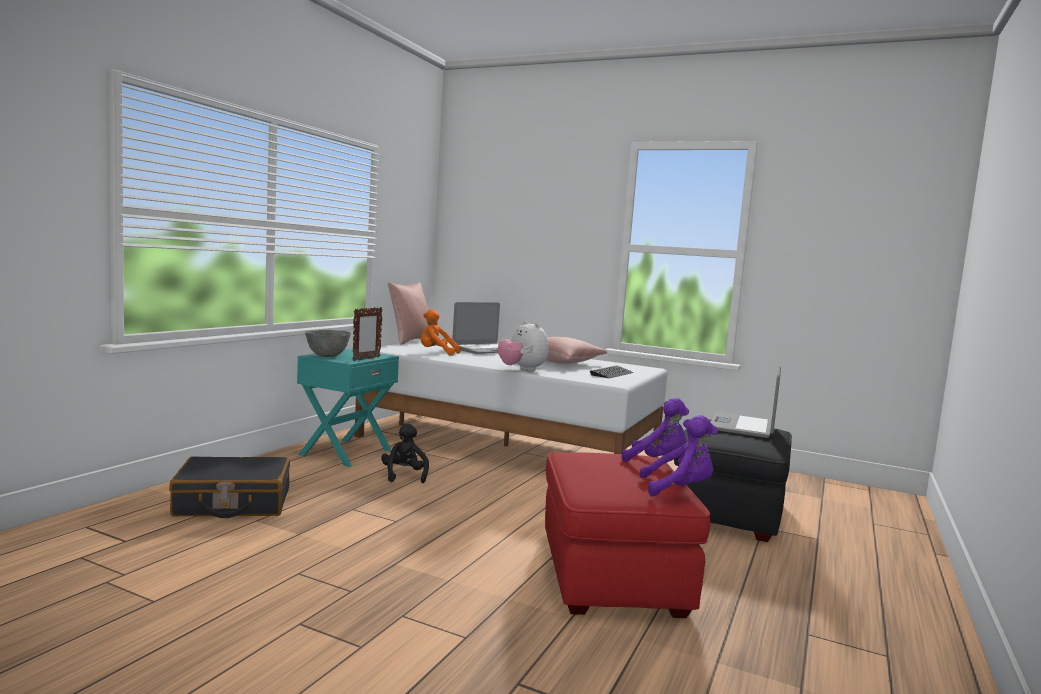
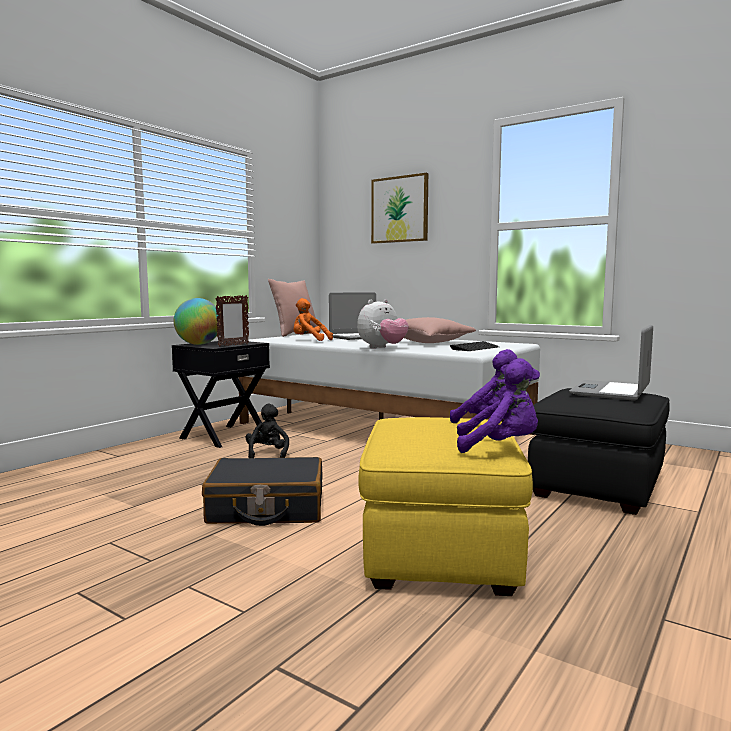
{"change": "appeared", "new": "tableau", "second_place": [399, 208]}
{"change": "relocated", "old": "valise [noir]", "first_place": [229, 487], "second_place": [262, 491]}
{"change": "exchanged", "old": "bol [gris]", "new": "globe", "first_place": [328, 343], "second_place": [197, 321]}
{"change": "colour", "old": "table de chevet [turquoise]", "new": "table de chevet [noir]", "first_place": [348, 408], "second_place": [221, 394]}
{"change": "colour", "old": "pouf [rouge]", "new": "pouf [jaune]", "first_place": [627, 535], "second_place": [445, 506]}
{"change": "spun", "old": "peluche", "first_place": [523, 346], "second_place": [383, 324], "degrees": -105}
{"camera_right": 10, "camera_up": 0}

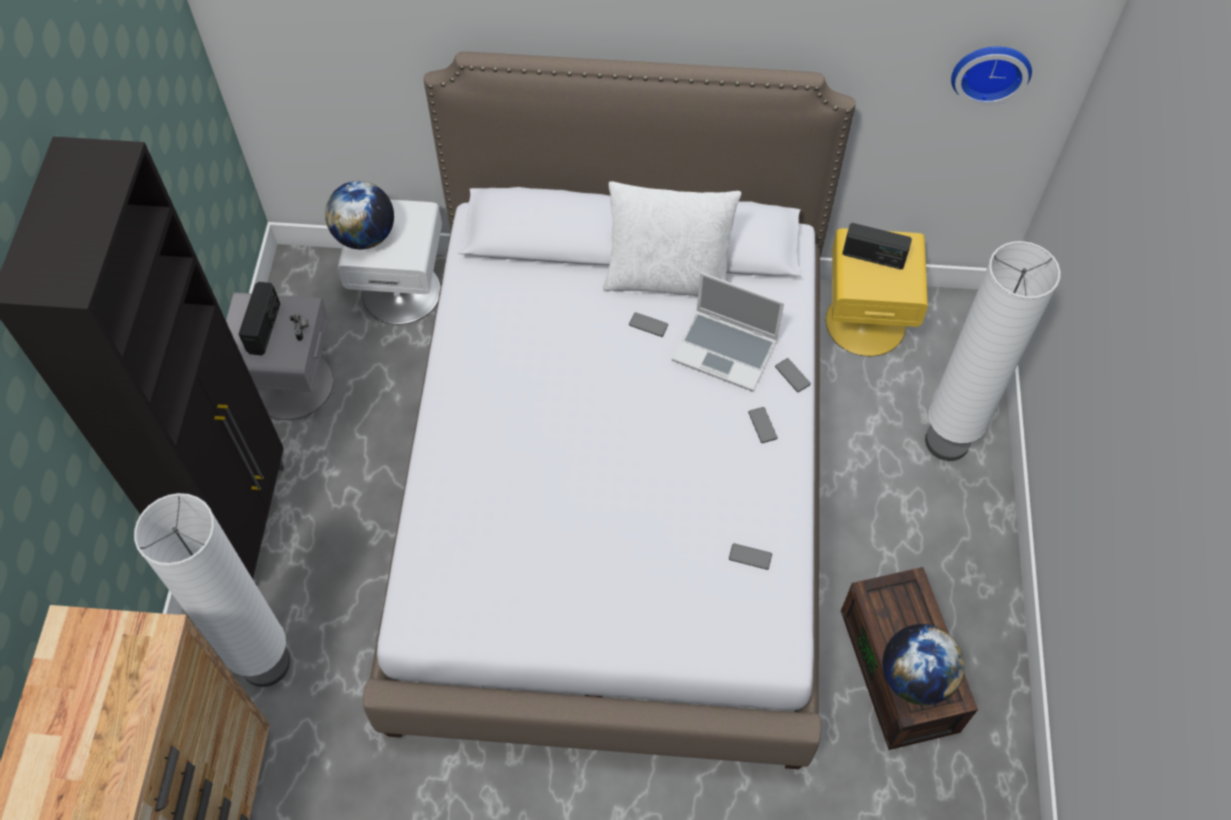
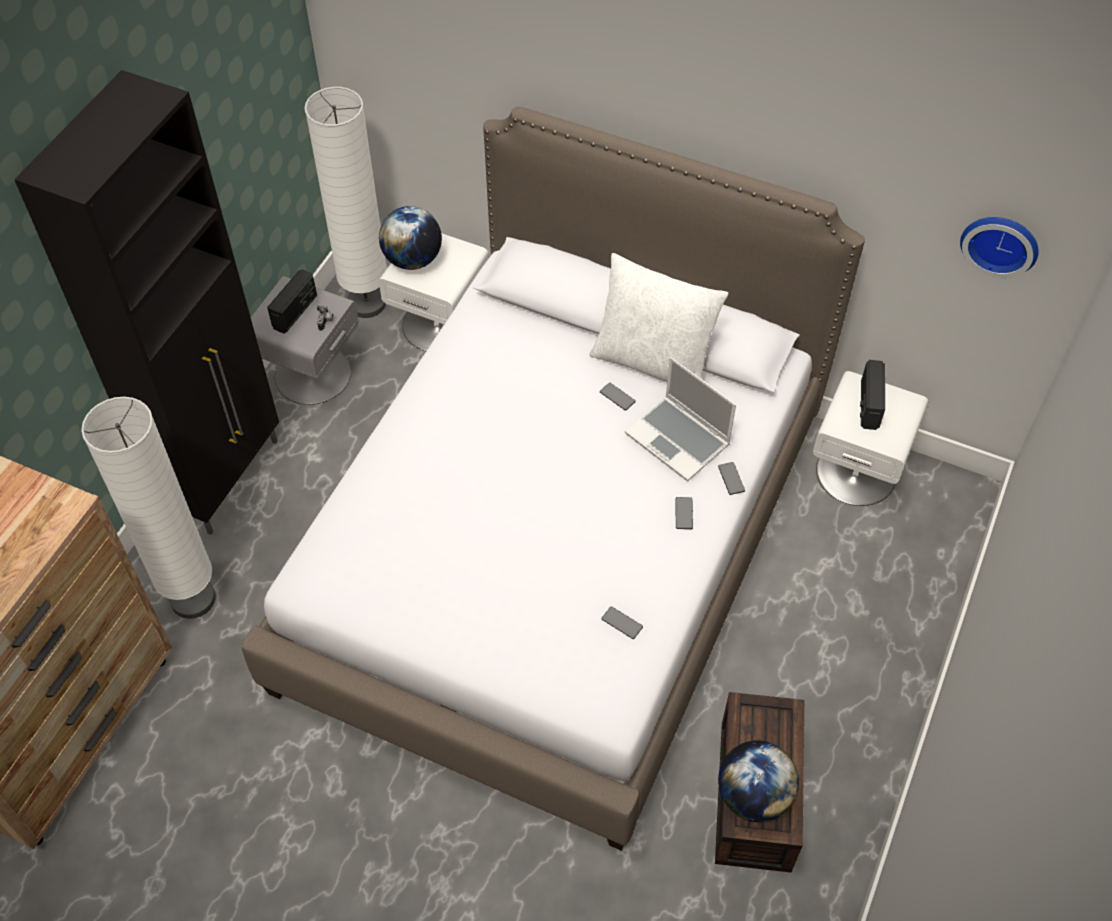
{"change": "relocated", "old": "lampadaire [blanc]", "first_place": [993, 351], "second_place": [345, 202]}
{"change": "colour", "old": "table de chevet [jaune]", "new": "table de chevet [blanc]", "first_place": [877, 292], "second_place": [870, 438]}
{"change": "spun", "old": "radio", "first_place": [877, 246], "second_place": [872, 395], "degrees": 60}
{"camera_right": 20, "camera_up": -5}

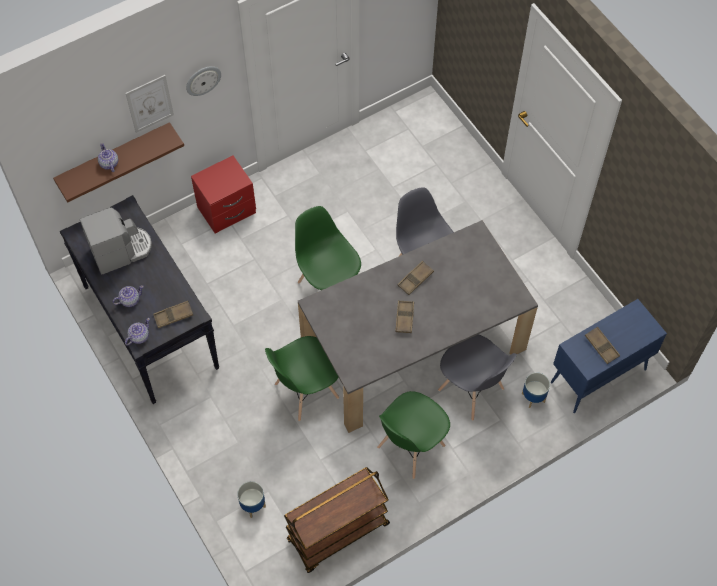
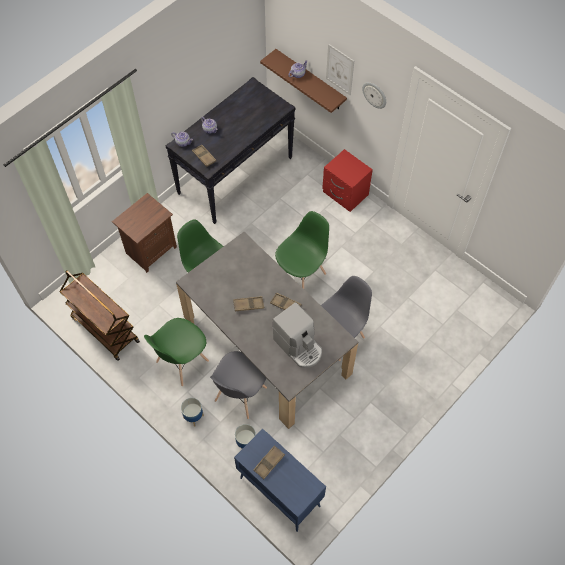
{"change": "appeared", "new": "table de chevet [marron]", "second_place": [144, 233]}
{"change": "relocated", "old": "machine à café", "first_place": [116, 240], "second_place": [297, 335]}
{"change": "relocated", "old": "cache-pot", "first_place": [251, 499], "second_place": [192, 412]}
{"change": "spun", "old": "chaise [vert]", "first_place": [413, 435], "second_place": [176, 352], "degrees": -75}
{"camera_right": 75, "camera_up": 0}

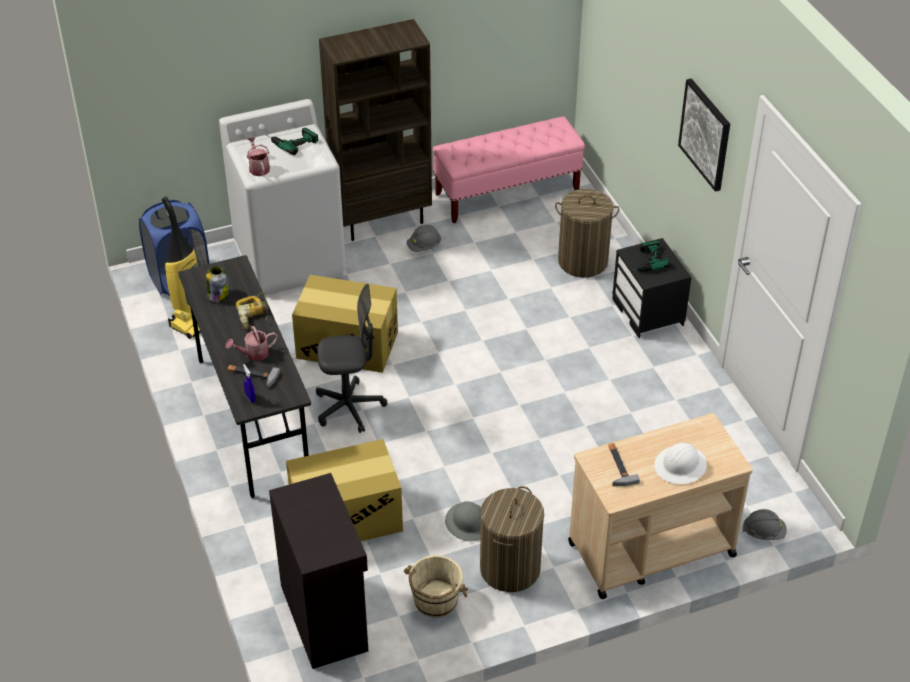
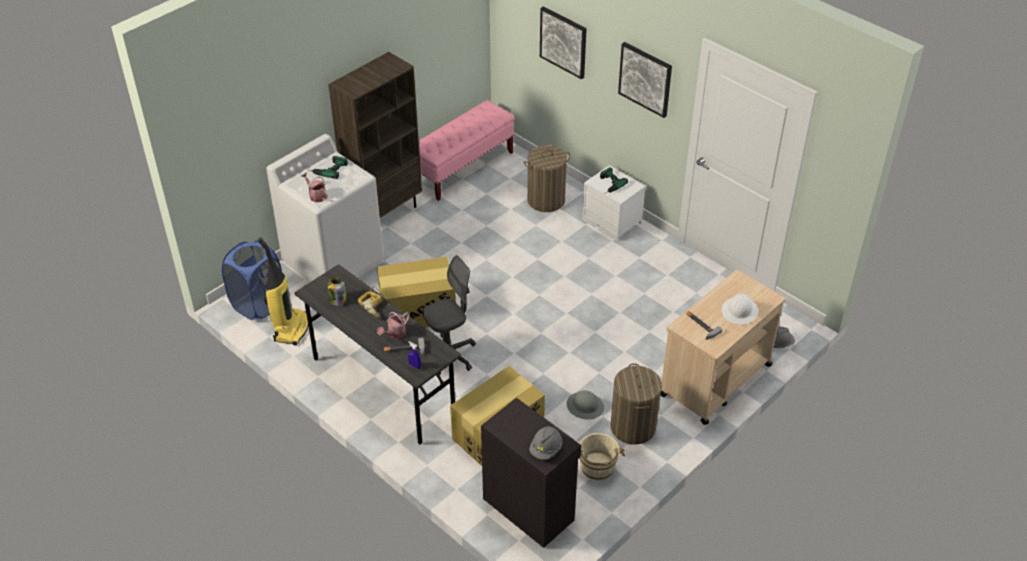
{"change": "appeared", "new": "tableau", "second_place": [563, 43]}
{"change": "relocated", "old": "casque de chantier [gris]", "first_place": [423, 238], "second_place": [545, 443]}
{"change": "colour", "old": "table de chevet [noir]", "new": "table de chevet [blanc]", "first_place": [651, 288], "second_place": [614, 203]}
{"camera_right": -25, "camera_up": 0}

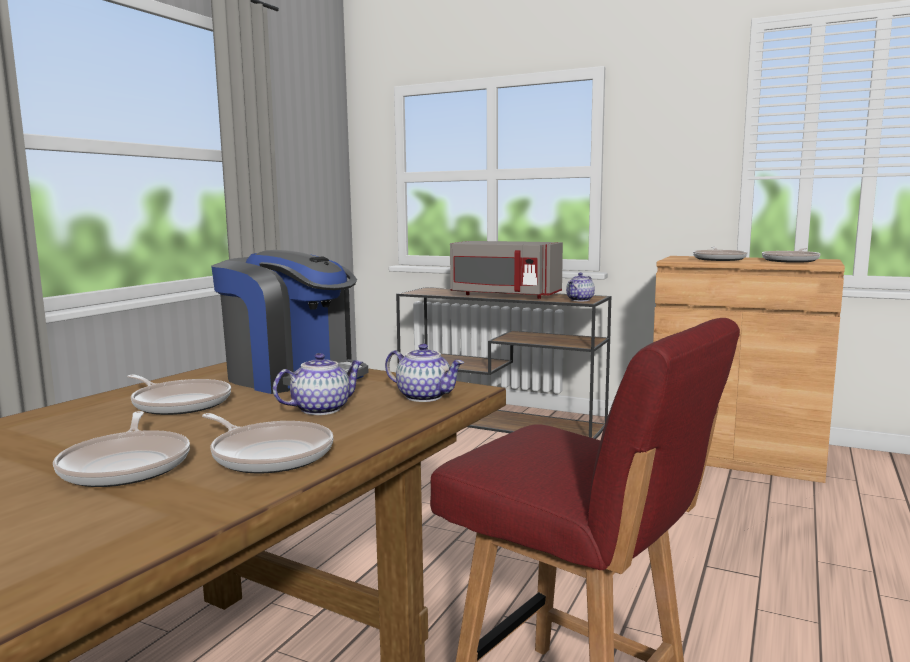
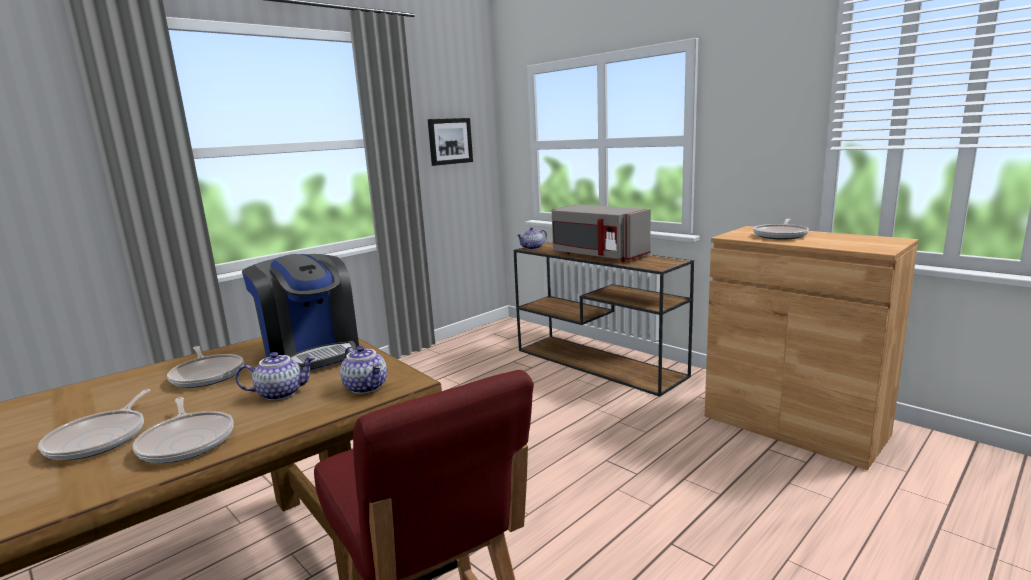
{"change": "missing", "old": "poêle", "first_place": [791, 255]}
{"change": "appeared", "new": "tableau", "second_place": [450, 142]}
{"change": "relocated", "old": "théière", "first_place": [580, 287], "second_place": [532, 238]}
{"camera_right": 20, "camera_up": 5}

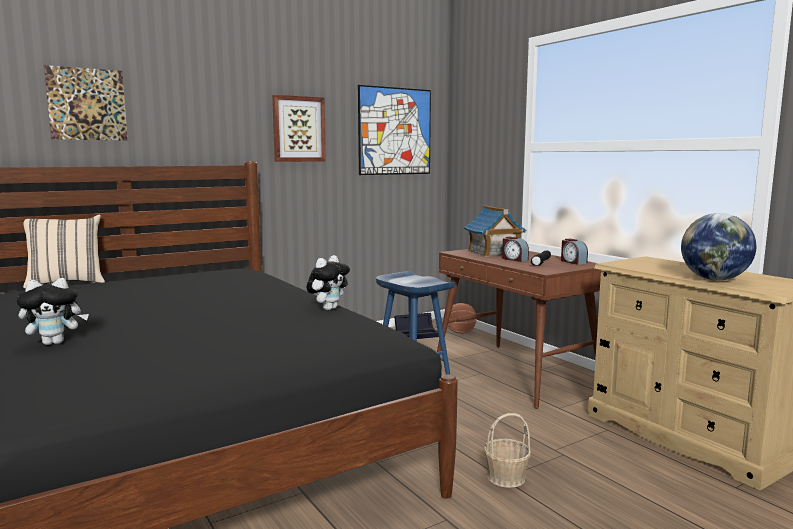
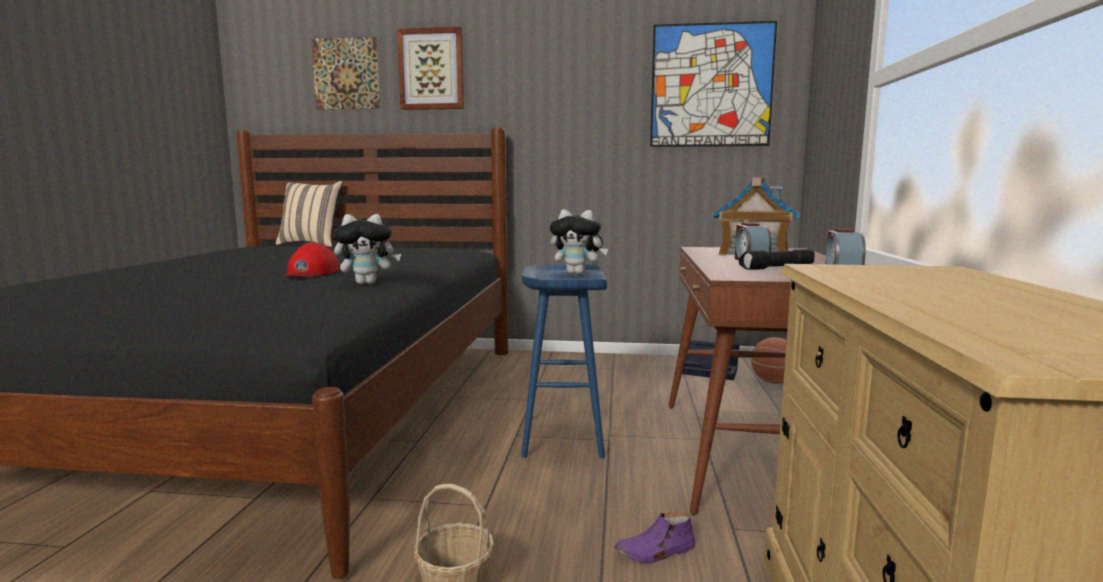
{"change": "missing", "old": "globe", "first_place": [718, 246]}
{"change": "appeared", "new": "casquette [rouge]", "second_place": [311, 260]}
{"change": "appeared", "new": "chaussure [violet]", "second_place": [654, 537]}
{"change": "relocated", "old": "peluche", "first_place": [52, 311], "second_place": [579, 241]}
{"change": "relocated", "old": "tableau", "first_place": [299, 128], "second_place": [430, 68]}
{"camera_right": 40, "camera_up": 0}

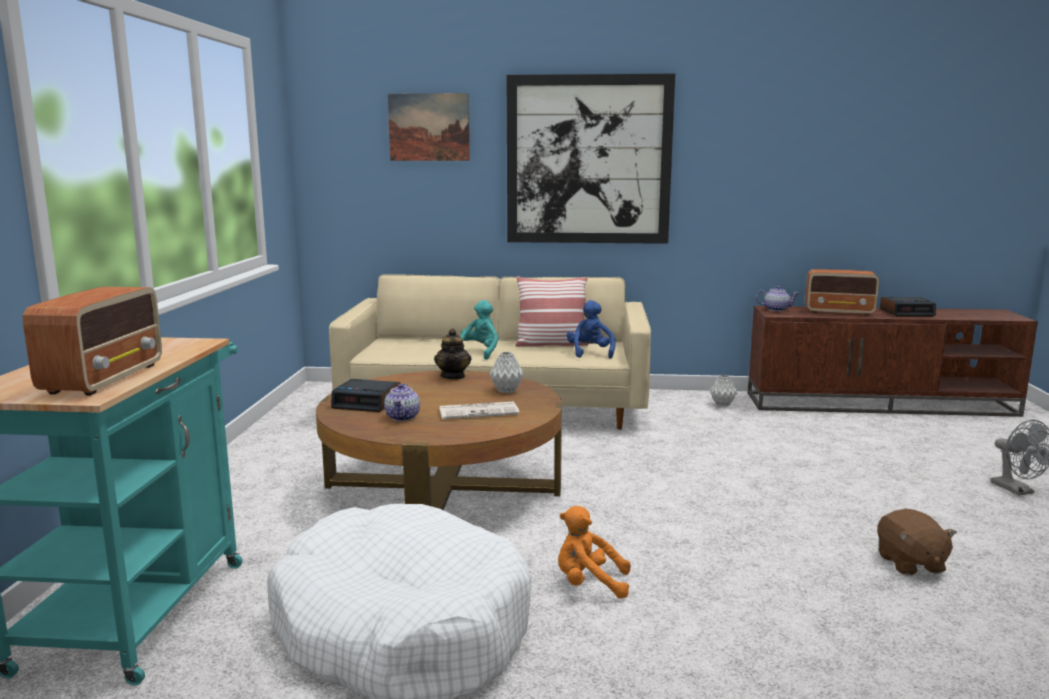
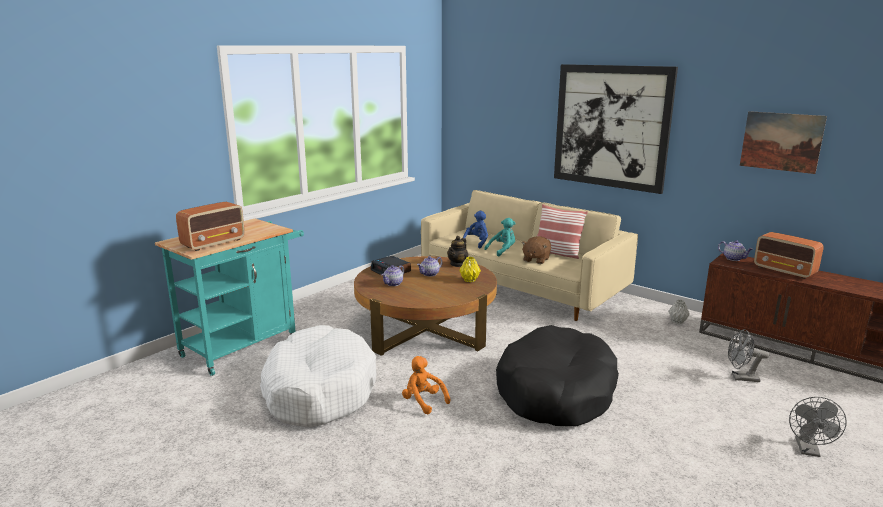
{"change": "missing", "old": "journal", "first_place": [479, 410]}
{"change": "missing", "old": "réveil", "first_place": [908, 307]}
{"change": "appeared", "new": "théière", "second_place": [429, 266]}
{"change": "appeared", "new": "panier pour chien [noir]", "second_place": [557, 375]}
{"change": "appeared", "new": "ventilateur [gris]", "second_place": [748, 355]}
{"change": "relocated", "old": "tableau", "first_place": [429, 127], "second_place": [783, 142]}
{"change": "relocated", "old": "peluche [bleu]", "first_place": [591, 329], "second_place": [475, 230]}
{"change": "relocated", "old": "peluche [marron]", "first_place": [917, 542], "second_place": [536, 250]}
{"change": "colour", "old": "vase [gris]", "new": "vase [jaune]", "first_place": [507, 372], "second_place": [470, 269]}
{"camera_right": 35, "camera_up": 5}

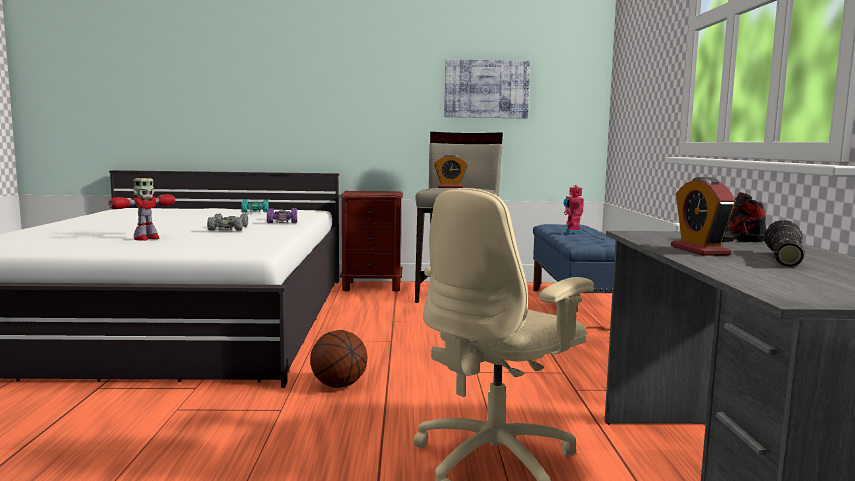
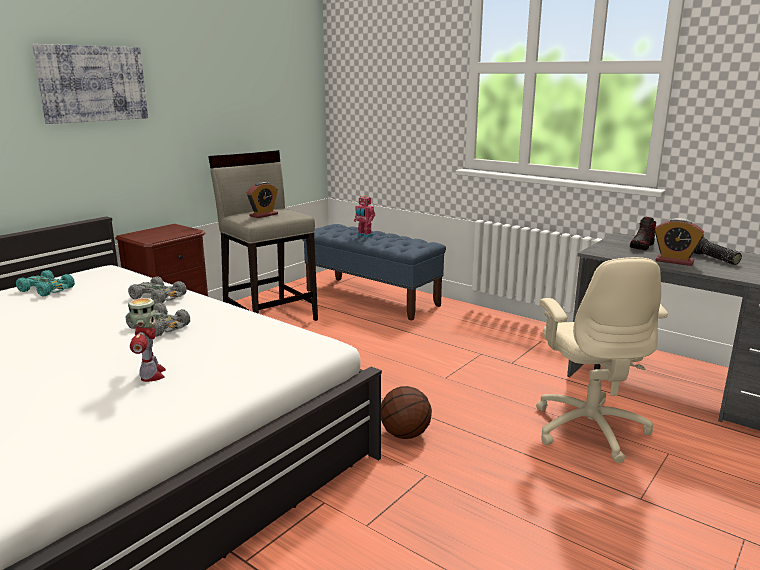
{"change": "relocated", "old": "tableau", "first_place": [487, 89], "second_place": [90, 84]}
{"change": "colour", "old": "petite voiture [violet]", "new": "petite voiture [gris]", "first_place": [282, 215], "second_place": [157, 290]}
{"camera_right": -50, "camera_up": 10}

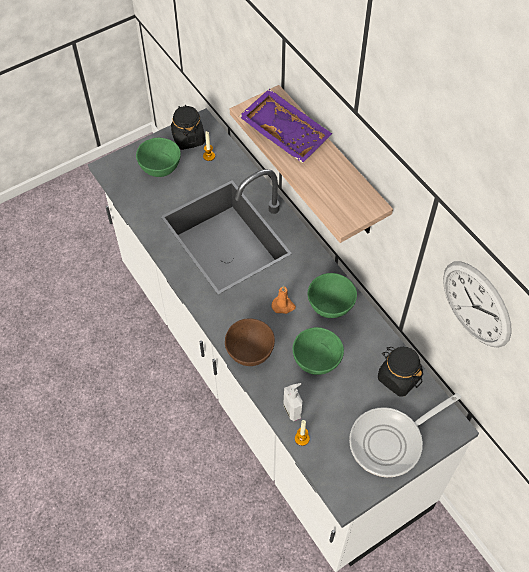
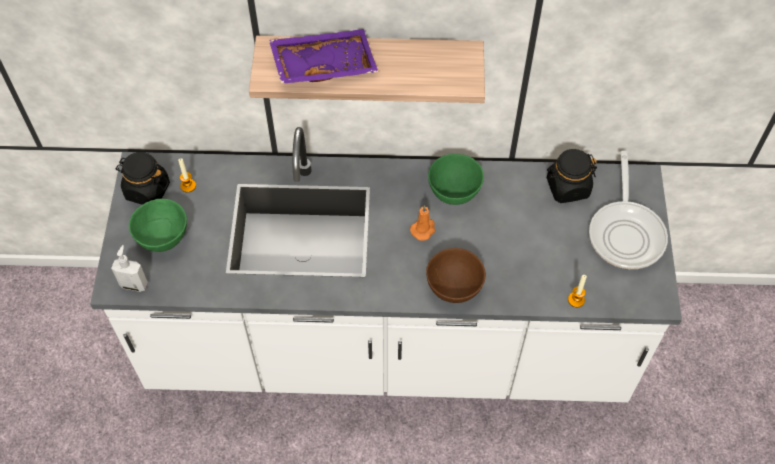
{"change": "missing", "old": "bol [vert]", "first_place": [318, 351]}
{"change": "missing", "old": "horloge murale", "first_place": [477, 304]}
{"change": "relocated", "old": "distributeur de savon", "first_place": [292, 402], "second_place": [129, 268]}
{"camera_right": -55, "camera_up": 0}

